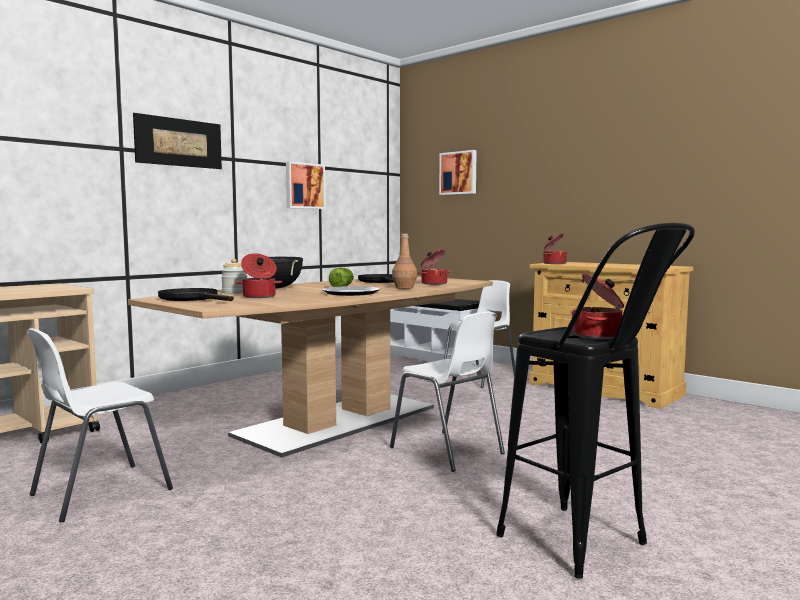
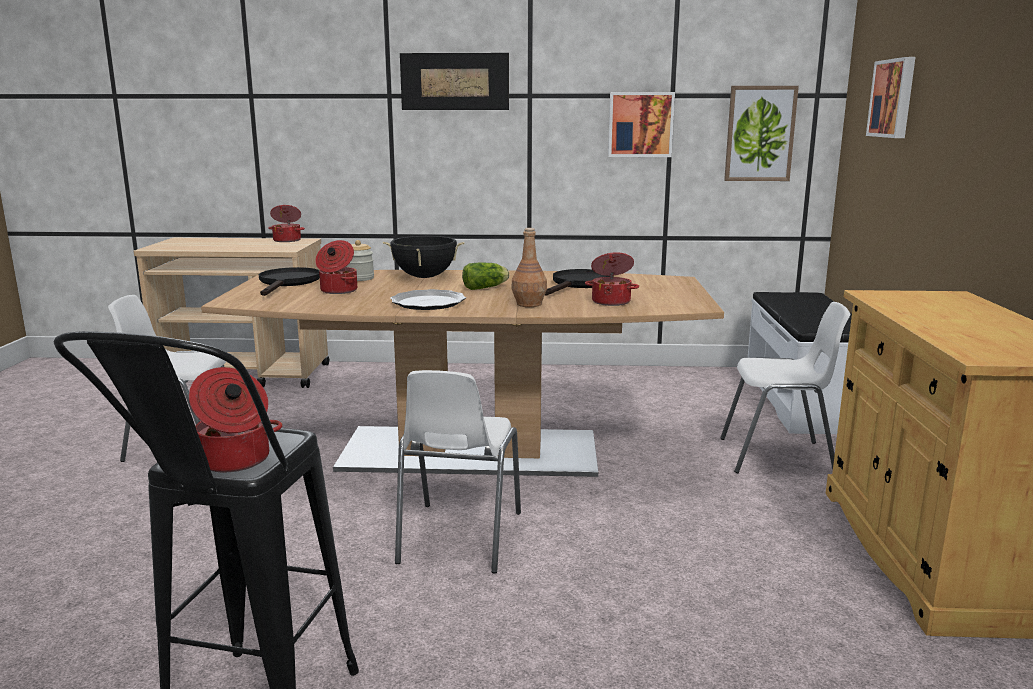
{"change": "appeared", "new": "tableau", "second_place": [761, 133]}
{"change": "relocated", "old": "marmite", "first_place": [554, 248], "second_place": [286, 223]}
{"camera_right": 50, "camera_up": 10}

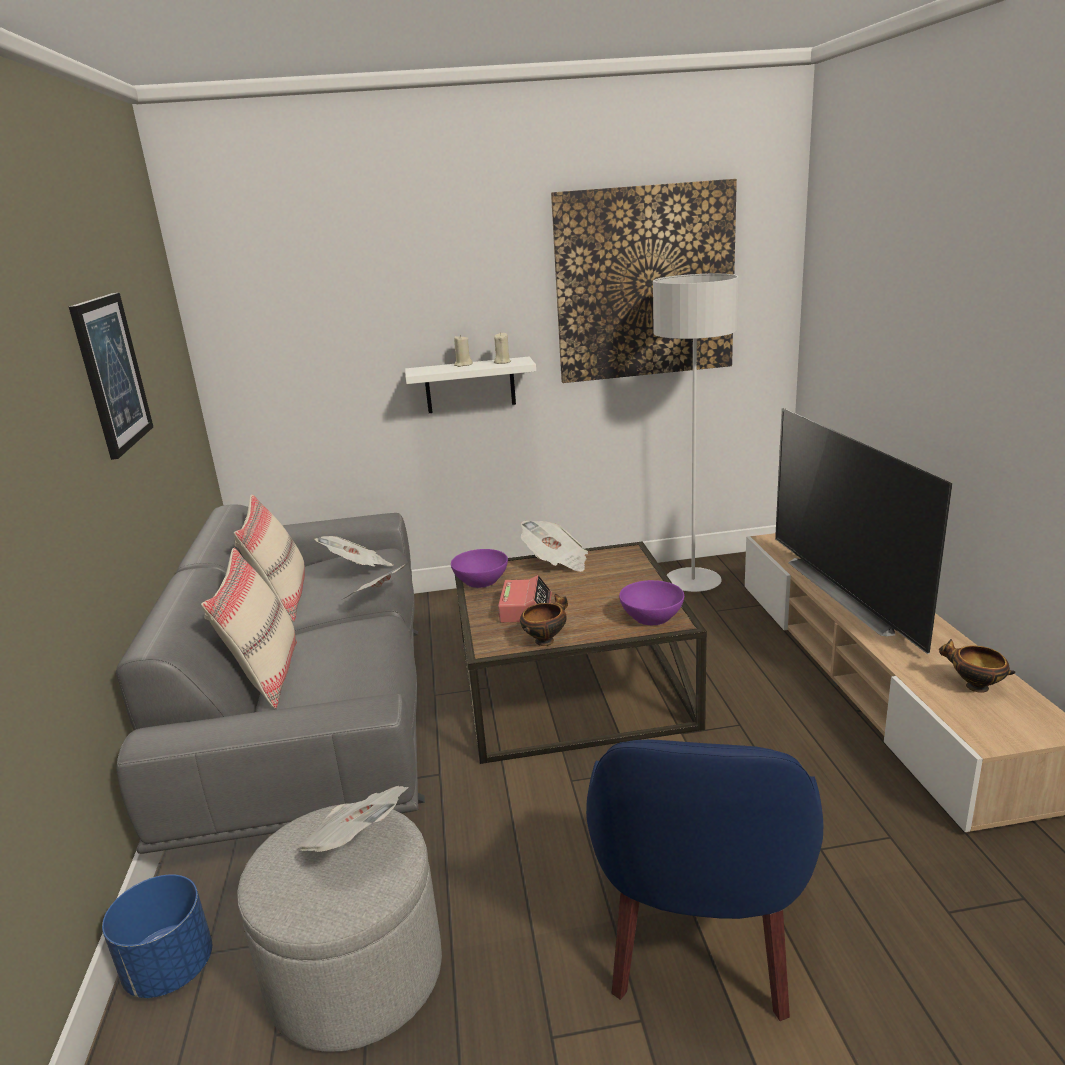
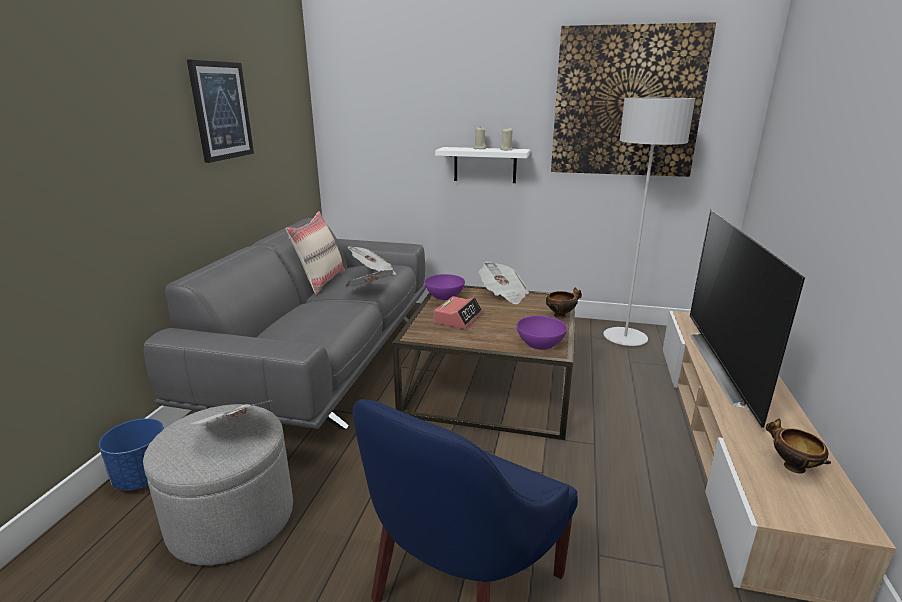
{"change": "missing", "old": "coussin [beige]", "first_place": [249, 628]}
{"change": "relocated", "old": "bol", "first_place": [544, 620], "second_place": [564, 303]}
{"camera_right": 20, "camera_up": 0}

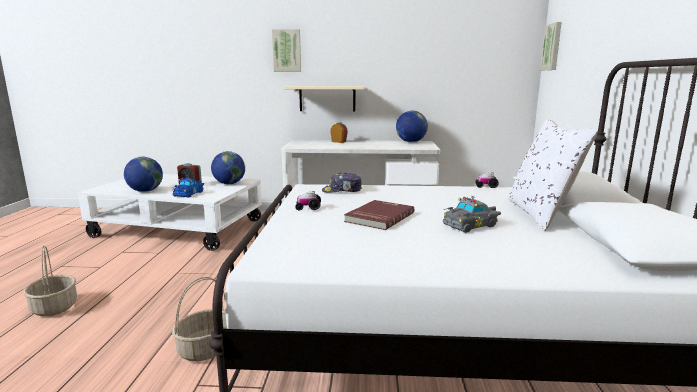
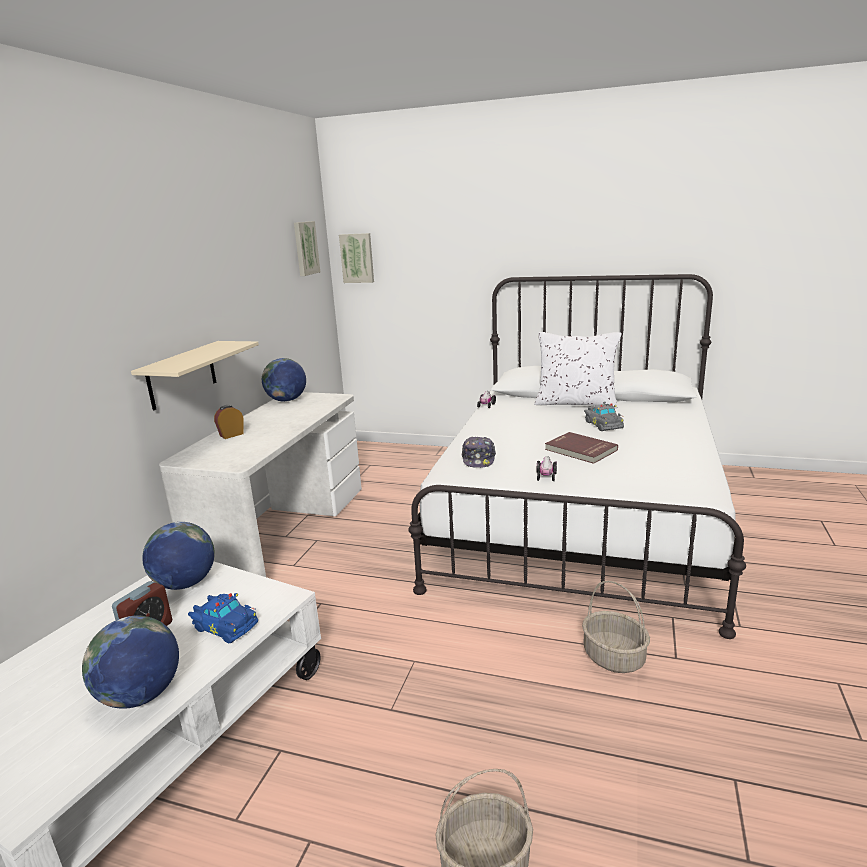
{"change": "relocated", "old": "tableau", "first_place": [286, 50], "second_place": [307, 248]}
{"camera_right": -75, "camera_up": 5}

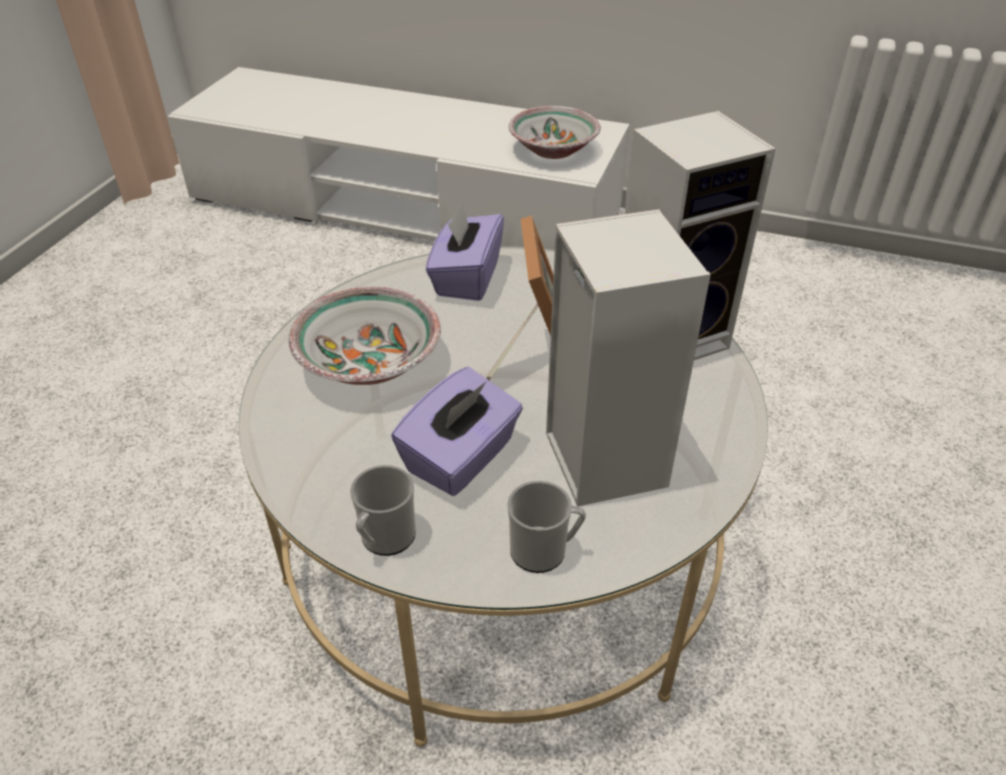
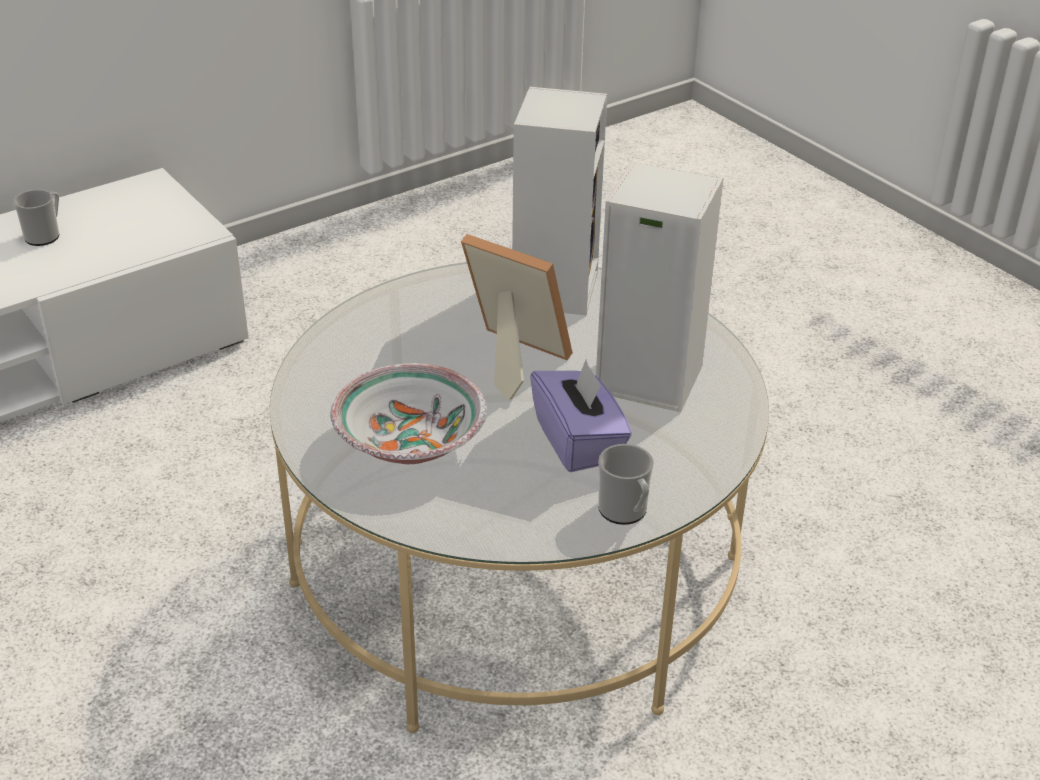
{"change": "missing", "old": "boîte à mouchoirs [violet]", "first_place": [465, 252]}
{"change": "missing", "old": "bol", "first_place": [555, 132]}
{"change": "relocated", "old": "mug", "first_place": [546, 527], "second_place": [36, 218]}
{"camera_right": -55, "camera_up": -5}

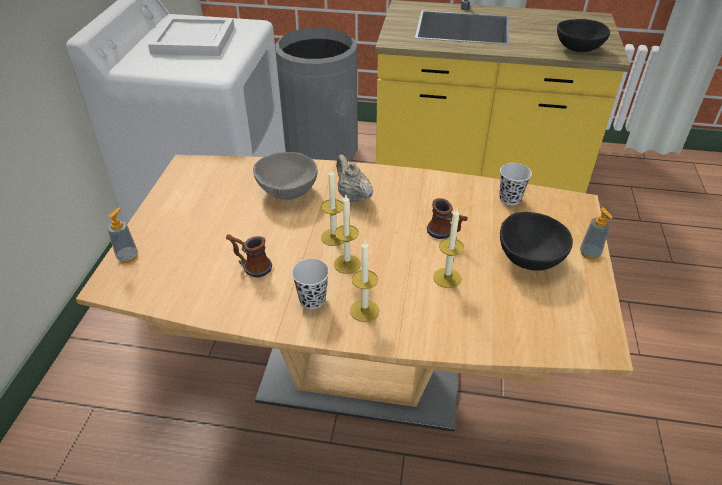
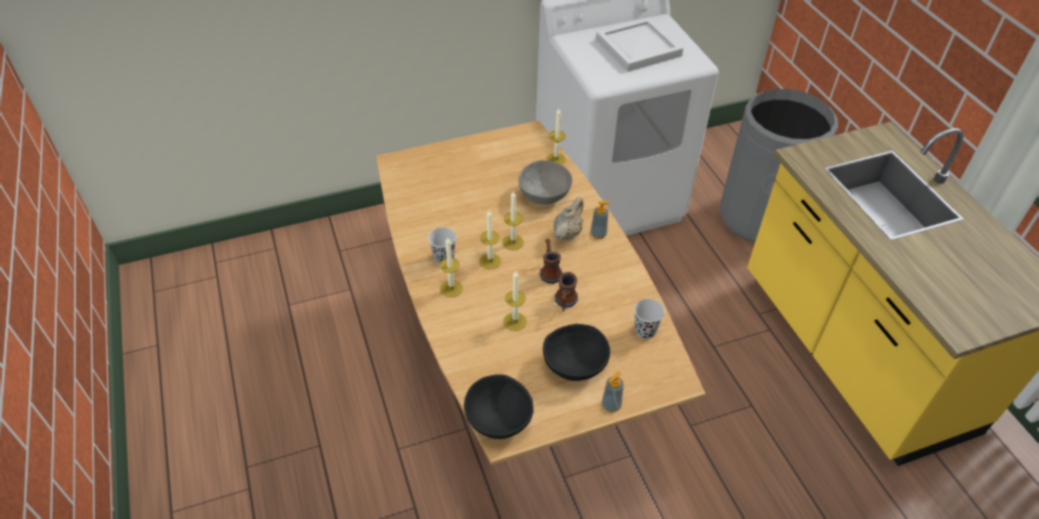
{"change": "appeared", "new": "bougie", "second_place": [556, 137]}
{"change": "relocated", "old": "distributeur de savon", "first_place": [122, 235], "second_place": [600, 220]}
{"change": "relocated", "old": "mug", "first_place": [249, 256], "second_place": [551, 261]}
{"change": "relocated", "old": "bol [noir]", "first_place": [583, 35], "second_place": [499, 406]}
{"camera_right": 60, "camera_up": 5}

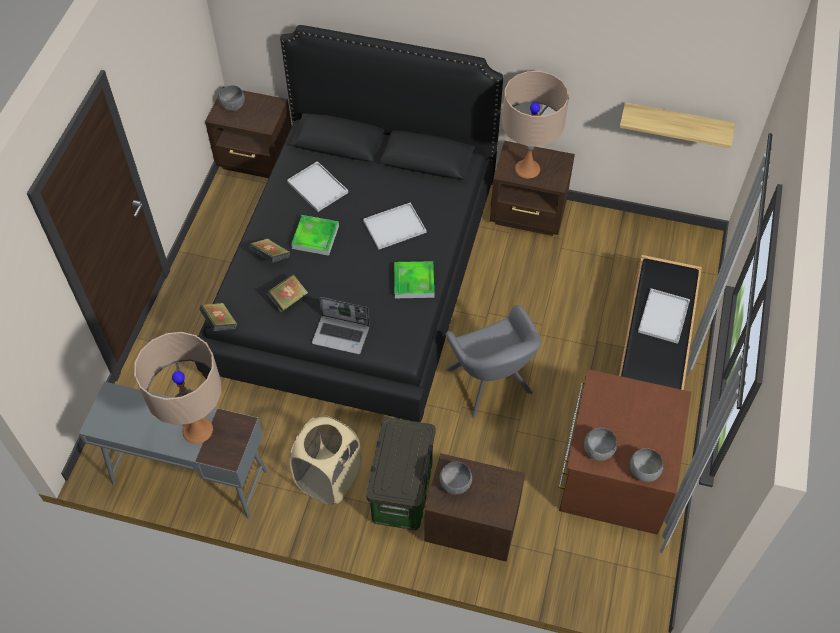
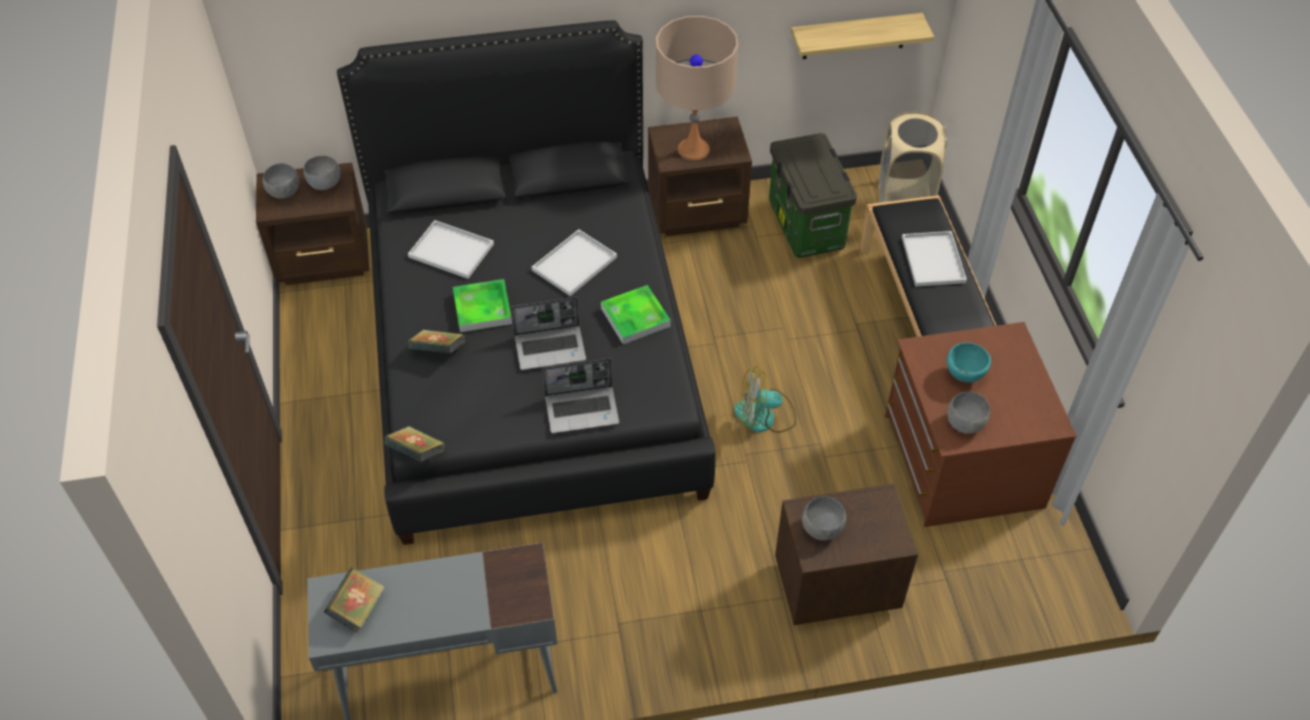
{"change": "missing", "old": "lampe de table [beige]", "first_place": [177, 388]}
{"change": "appeared", "new": "ordinateur portable", "second_place": [548, 333]}
{"change": "appeared", "new": "bol [turquoise]", "second_place": [969, 362]}
{"change": "relocated", "old": "livre", "first_place": [287, 293], "second_place": [354, 600]}
{"change": "relocated", "old": "panier à linge [beige]", "first_place": [325, 460], "second_place": [913, 157]}
{"change": "relocated", "old": "boîte de rangement", "first_place": [401, 473], "second_place": [813, 195]}
{"change": "relocated", "old": "bol [gris]", "first_place": [646, 465], "second_place": [322, 173]}
{"change": "exchanged", "old": "fauteuil [gris]", "new": "ventilateur", "first_place": [493, 361], "second_place": [765, 399]}
{"camera_right": -25, "camera_up": -5}

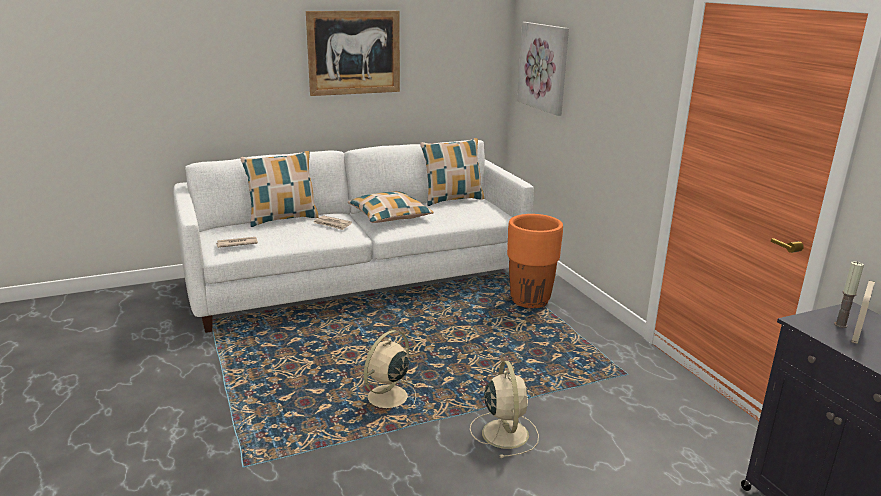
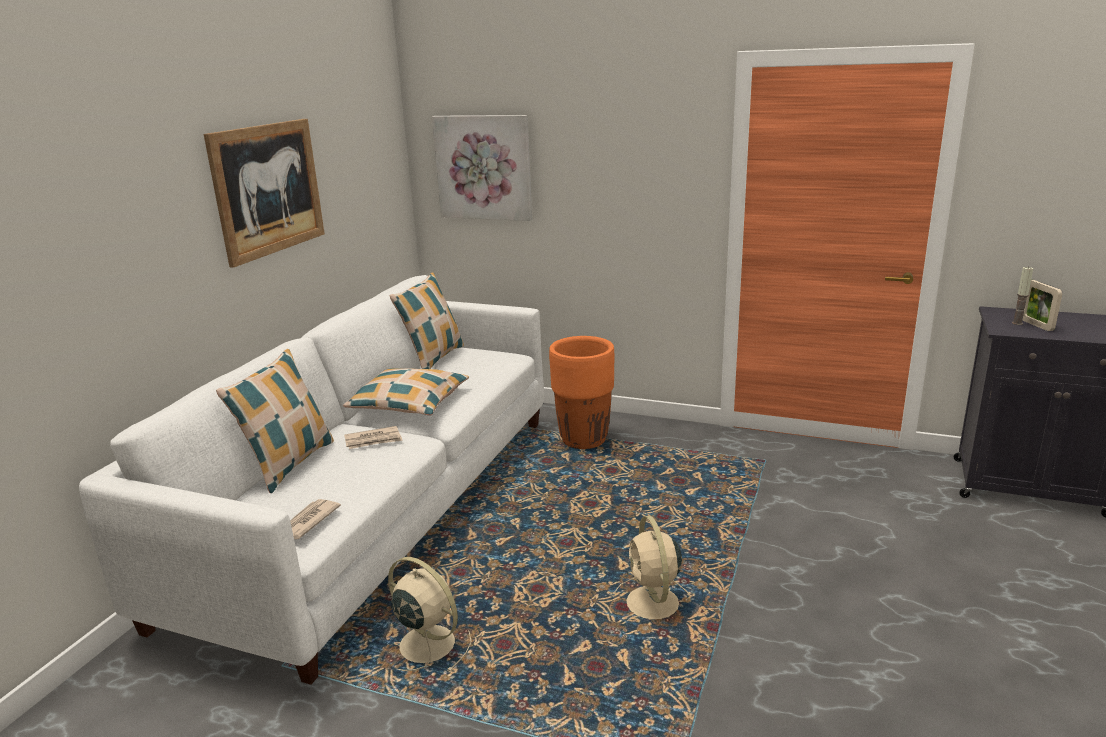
{"change": "relocated", "old": "ventilateur [beige]", "first_place": [504, 409], "second_place": [429, 614]}
{"camera_right": -45, "camera_up": 0}

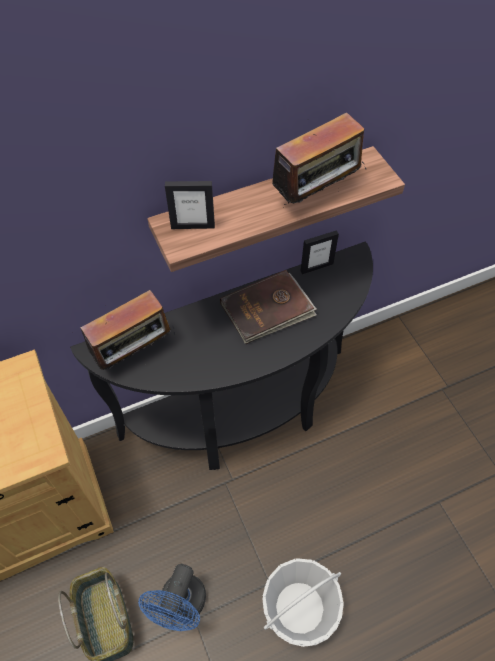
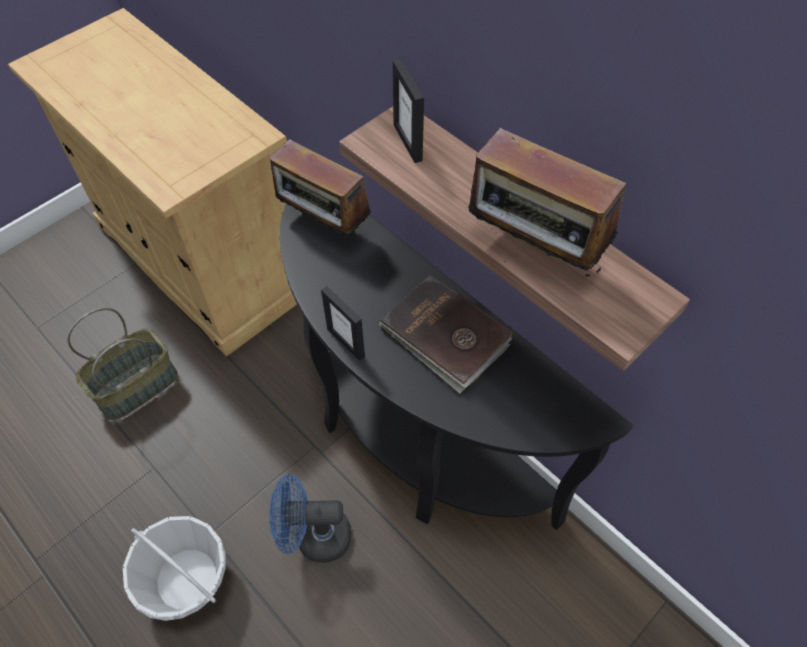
{"change": "relocated", "old": "ventilateur [bleu]", "first_place": [172, 597], "second_place": [310, 518]}
{"change": "relocated", "old": "cadre photo", "first_place": [320, 252], "second_place": [343, 323]}
{"camera_right": 70, "camera_up": 0}

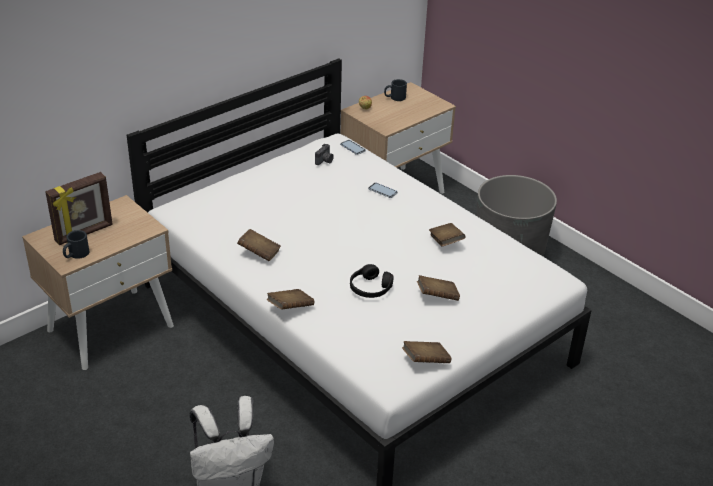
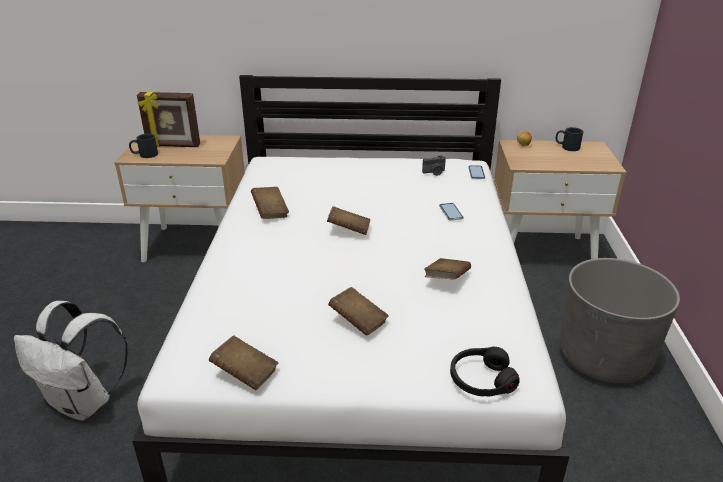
{"change": "relocated", "old": "livre [marron]", "first_place": [290, 299], "second_place": [349, 220]}
{"change": "relocated", "old": "casque audio [noir]", "first_place": [372, 281], "second_place": [485, 372]}
{"camera_right": 45, "camera_up": -5}

